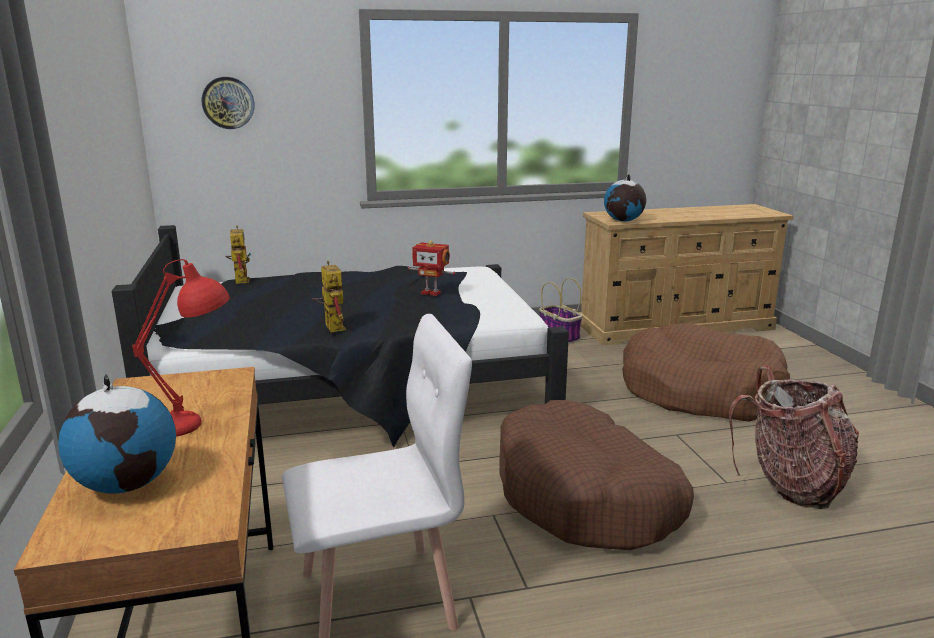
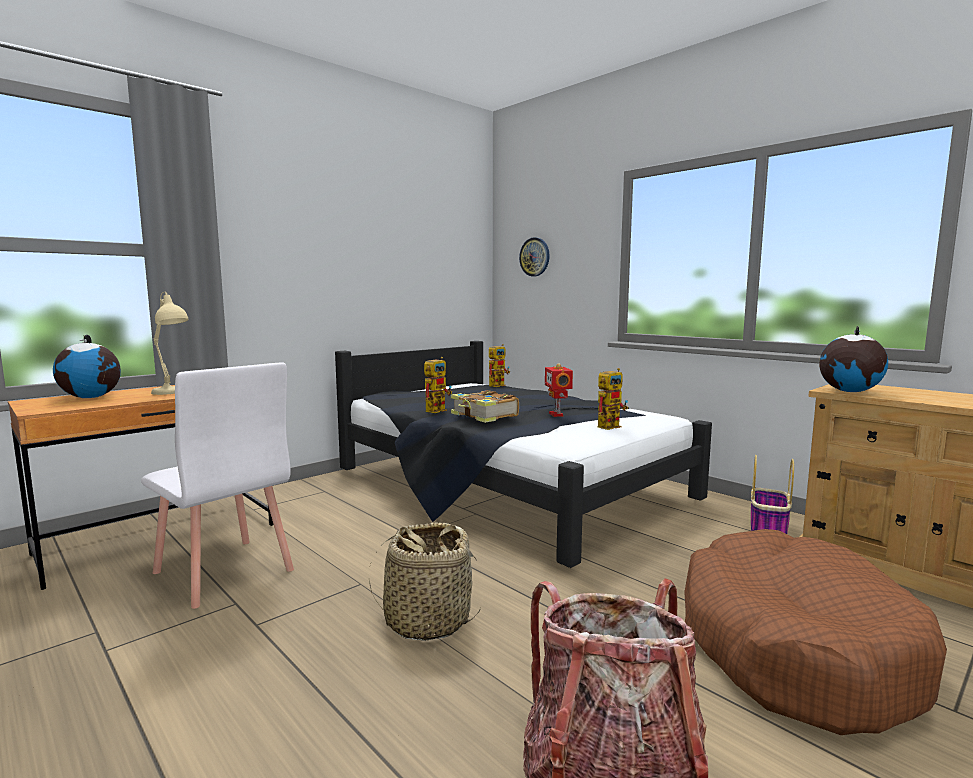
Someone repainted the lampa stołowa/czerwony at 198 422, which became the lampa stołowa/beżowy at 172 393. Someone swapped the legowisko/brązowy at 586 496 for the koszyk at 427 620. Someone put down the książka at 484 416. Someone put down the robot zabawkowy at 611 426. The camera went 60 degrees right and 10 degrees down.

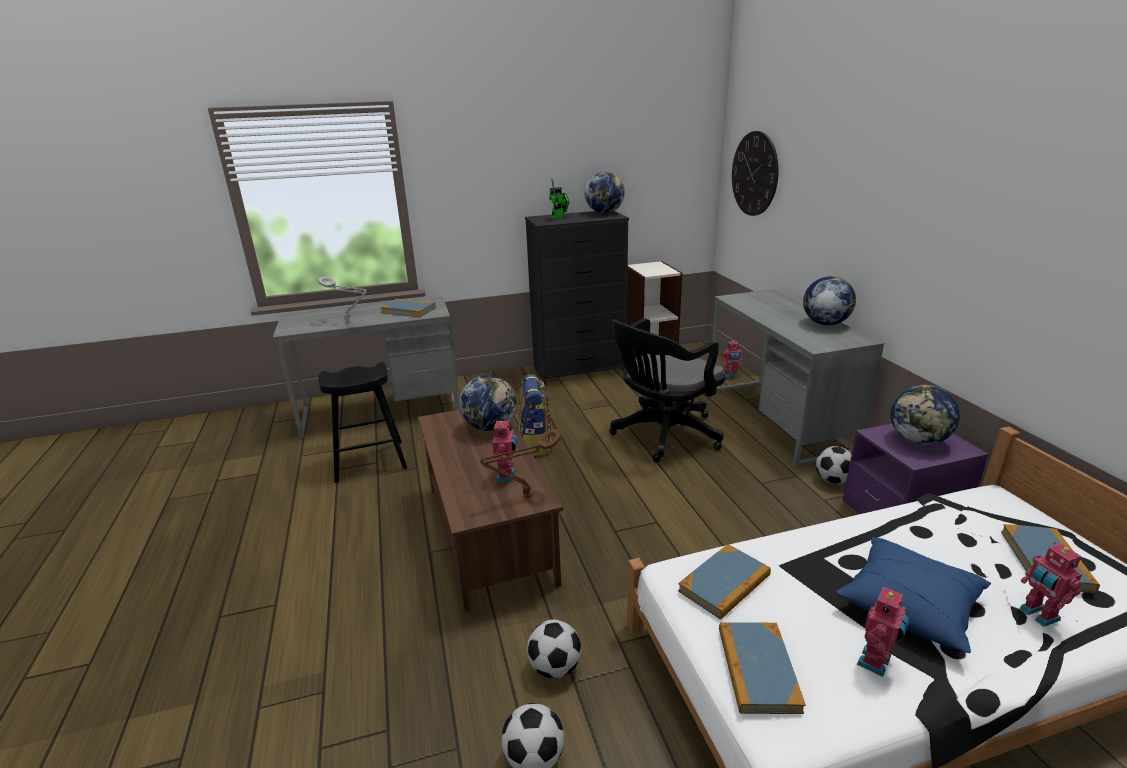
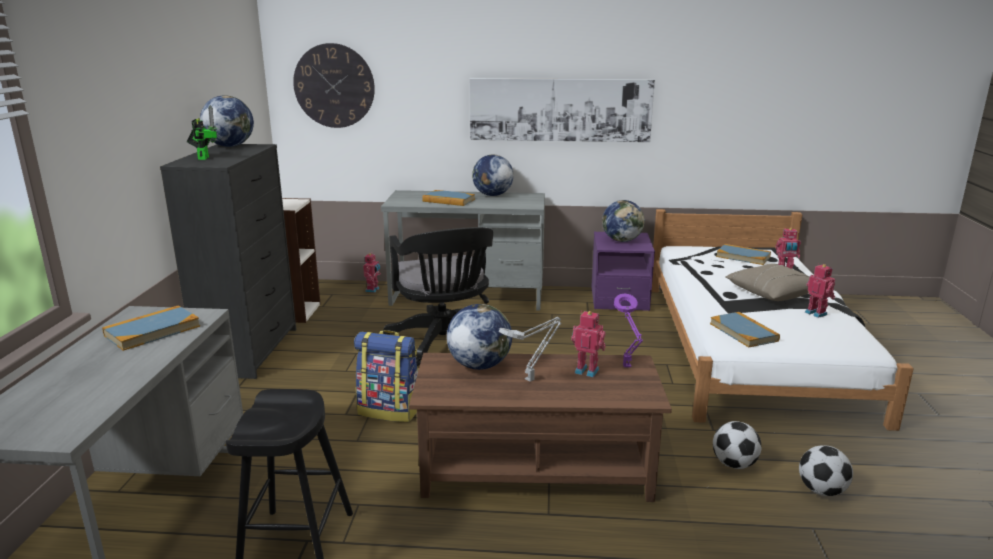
Someone carried the lampa stołowa/szary from 350 322 to 531 379. Someone repainted the lampa stołowa/brązowy at 524 496, which became the lampa stołowa/fioletowy at 627 368. Someone carried the książka from 757 669 to 448 200. Someone took away the piłka futbolowa at 833 480. Someone repainted the poduszka/niebieski at 910 604, which became the poduszka/beżowy at 771 293. Someone put up the obraz at 560 110. The camera went 70 degrees left and 5 degrees down.

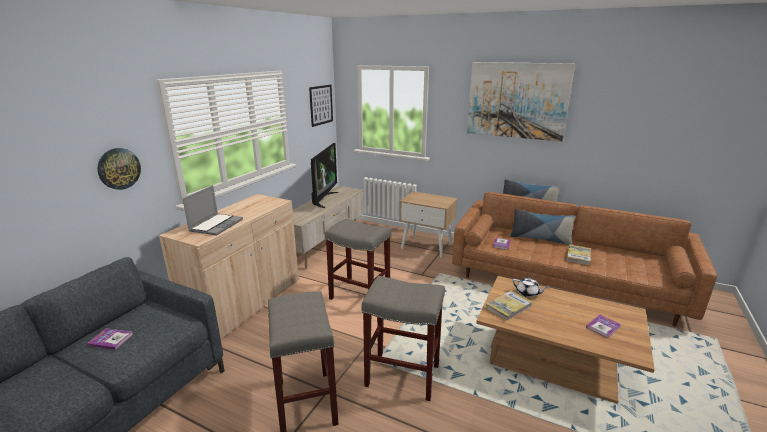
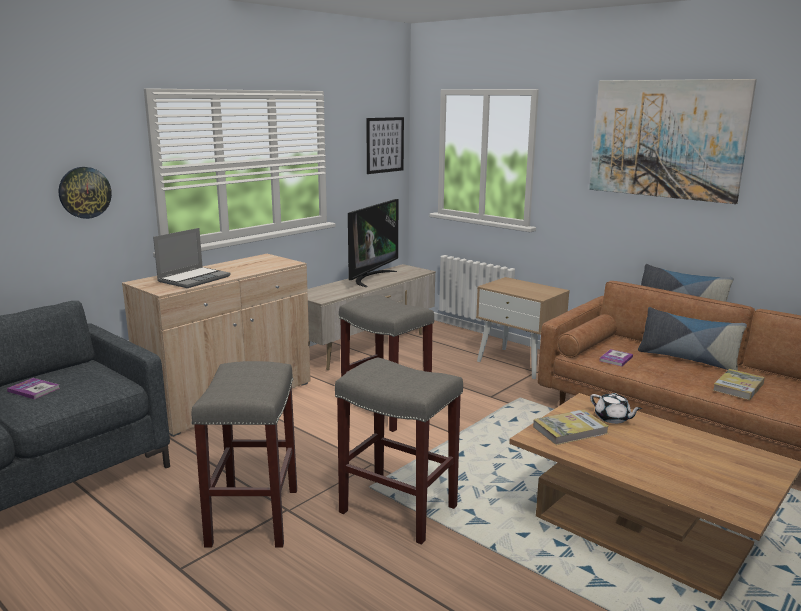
Someone took away the książka at 603 327. The camera went 15 degrees right and 5 degrees down.

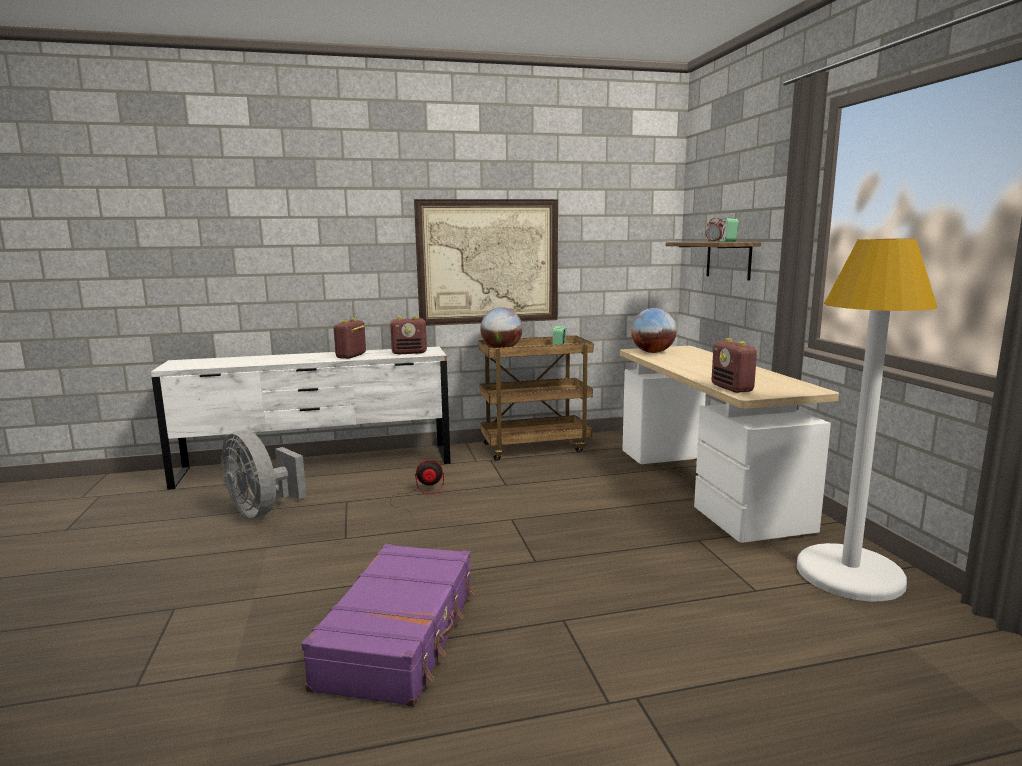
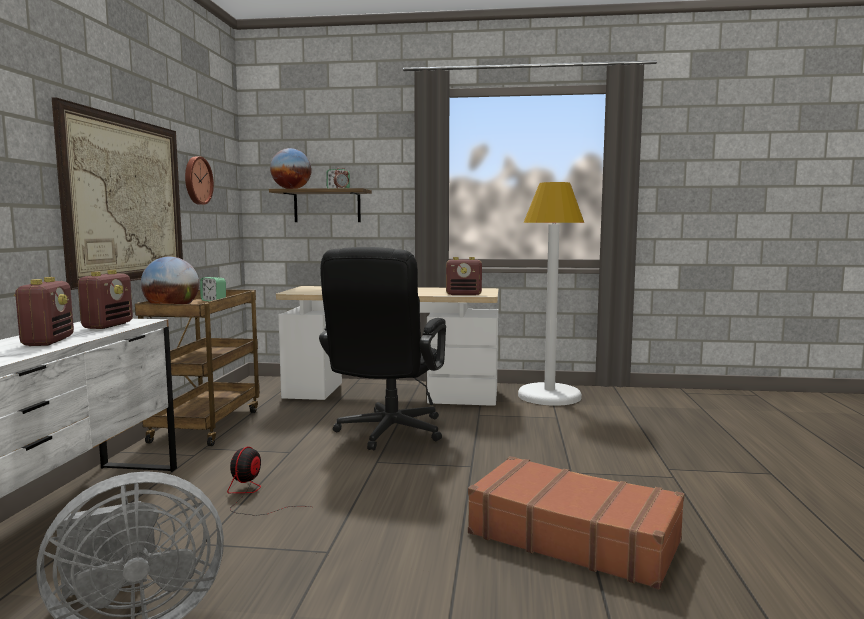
Someone repainted the walizka/fioletowy at 401 636, which became the walizka/brązowy at 573 536. Someone rotated the radio at 351 356 by 135 degrees counterclockwise. Someone carried the globus from 652 352 to 291 189. Someone put up the zegar ścienny at 197 180. Someone put down the krzesło biurowe/czarny at 386 434. The camera went 70 degrees left and 5 degrees down.

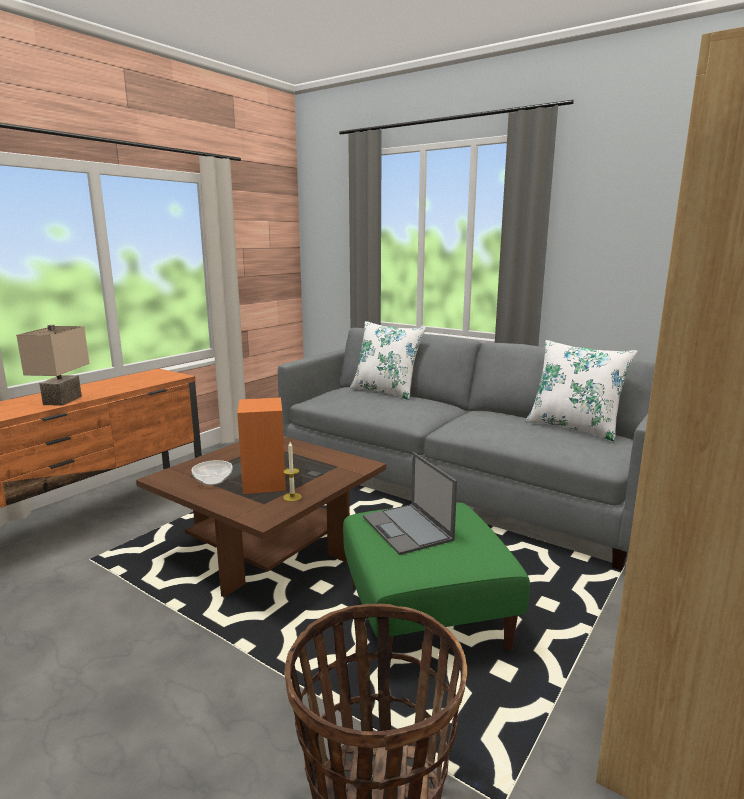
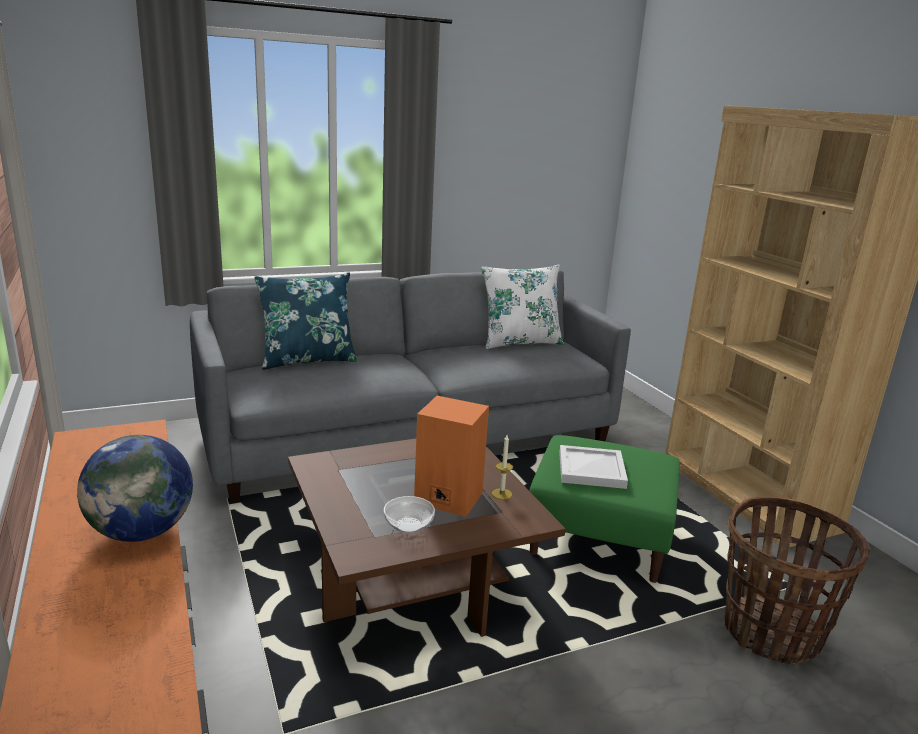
Someone swapped the lampa stołowa/beżowy at 64 400 for the globus at 142 532. Someone repainted the poduszka/biały at 386 391, which became the poduszka/niebieski at 308 360. Someone swapped the laptop at 408 529 for the taca/biały at 592 469. The camera went 60 degrees left and 5 degrees up.

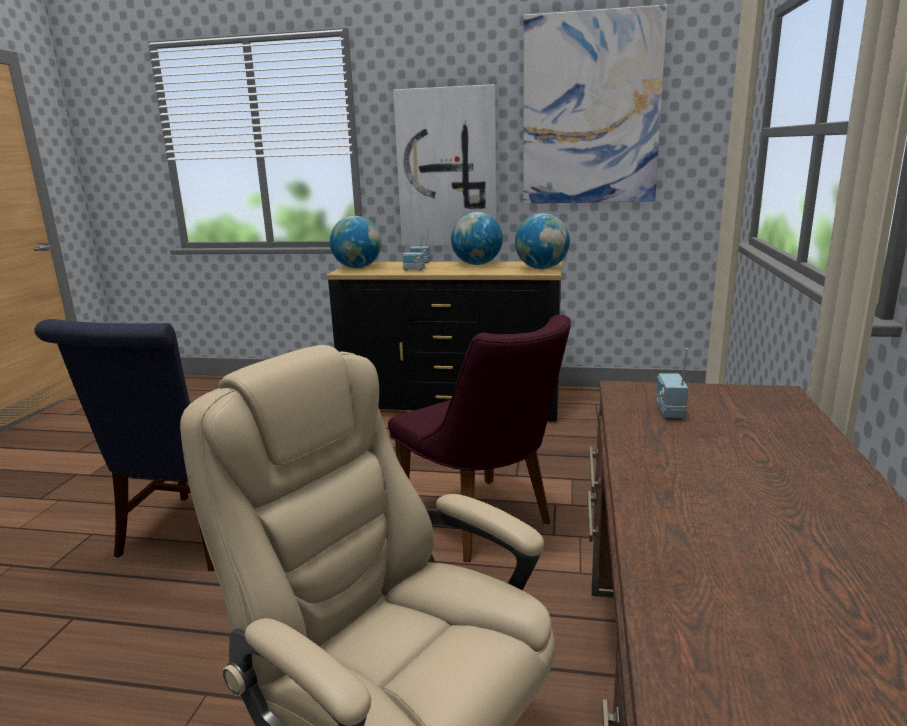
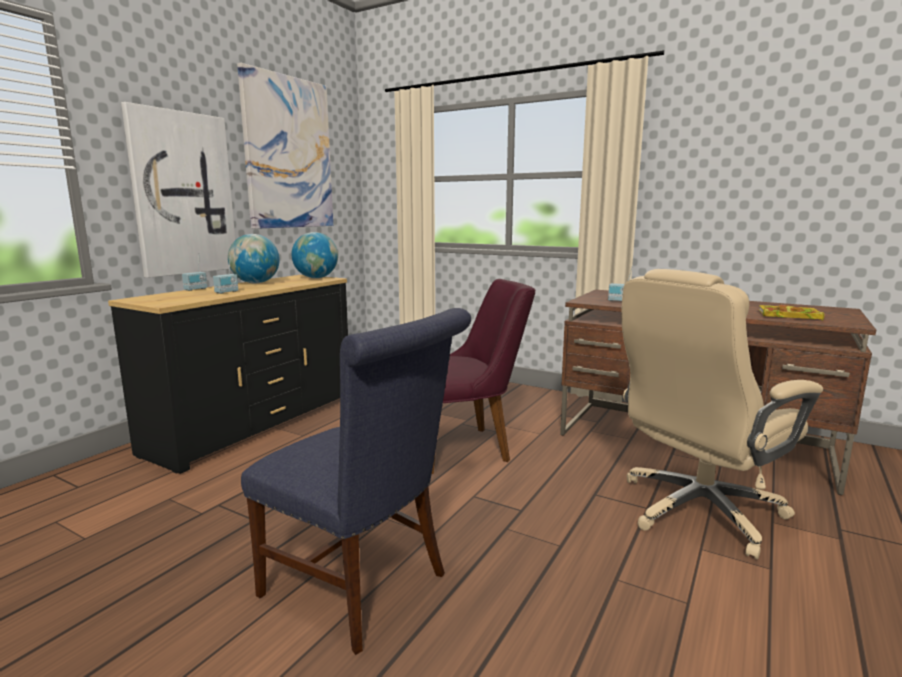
Someone took away the globus at 357 267. Someone put down the książka at 787 316. The camera went 70 degrees left and 5 degrees down.

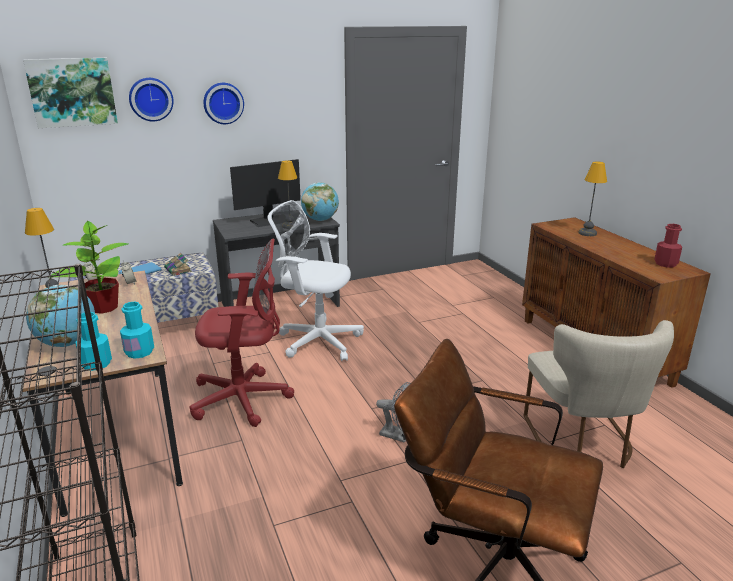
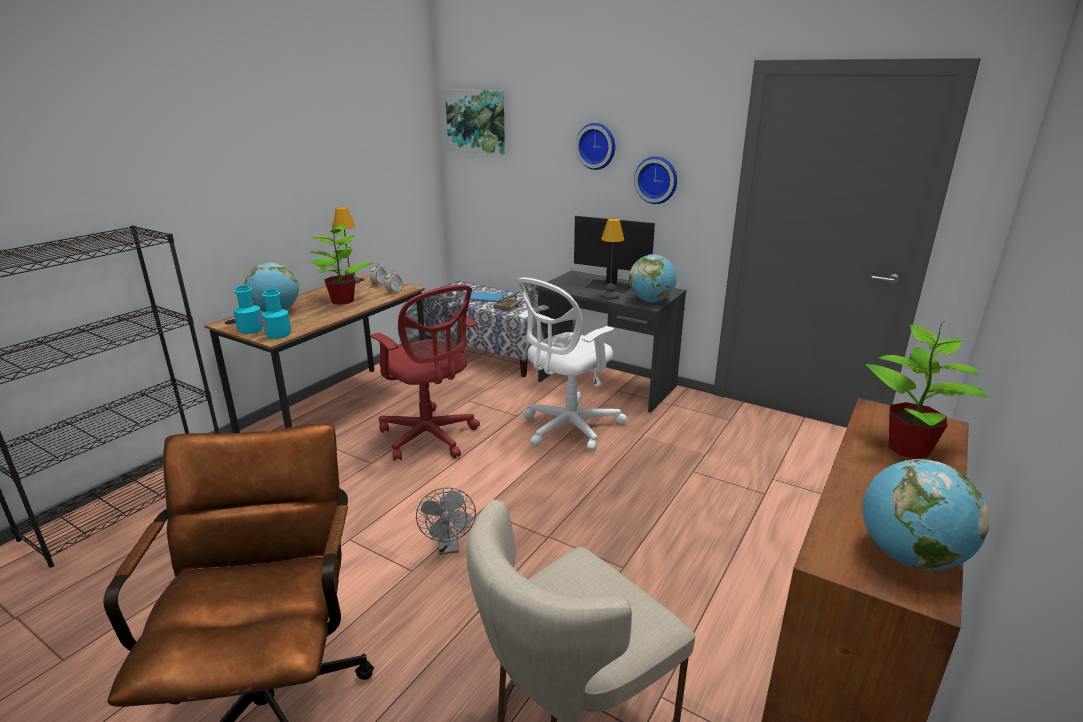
Someone carried the zegar ścienny from 151 99 to 657 180. Someone rotated the krzesło biurowe/biały at 316 340 by 120 degrees counterclockwise. Someone swapped the lampa stołowa at 587 233 for the roślina doniczkowa at 909 449. Someone swapped the butelka/czerwony at 665 264 for the globus at 909 557. The camera went 55 degrees right and 0 degrees up.

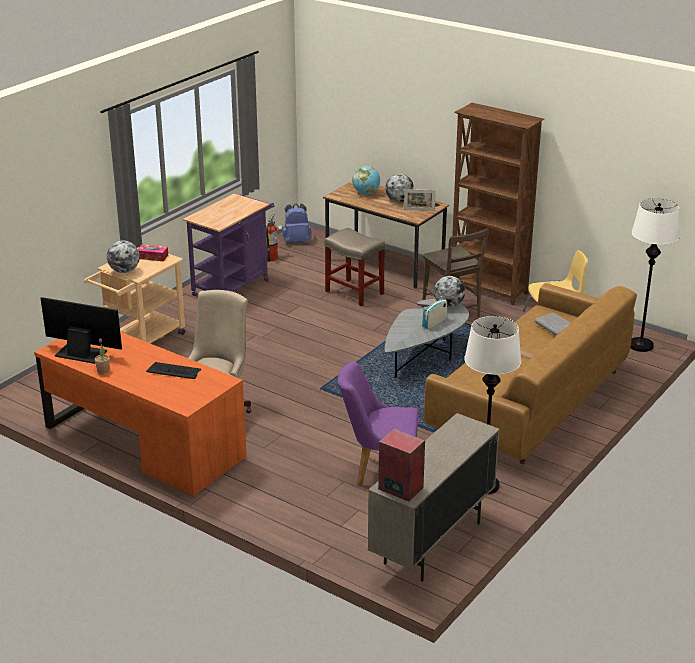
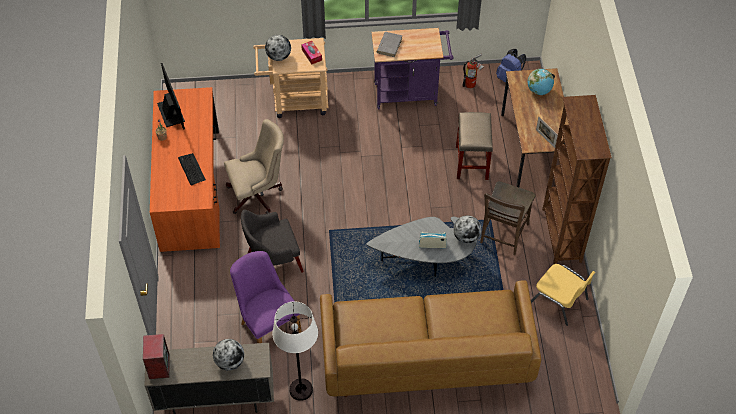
Someone carried the globus from 399 201 to 230 362. Someone carried the książka/szary from 554 326 to 389 45. Someone took away the lampa stojąca/biały at 641 345. Someone put down the fotel/szary at 273 262. The camera went 50 degrees right and 25 degrees up.

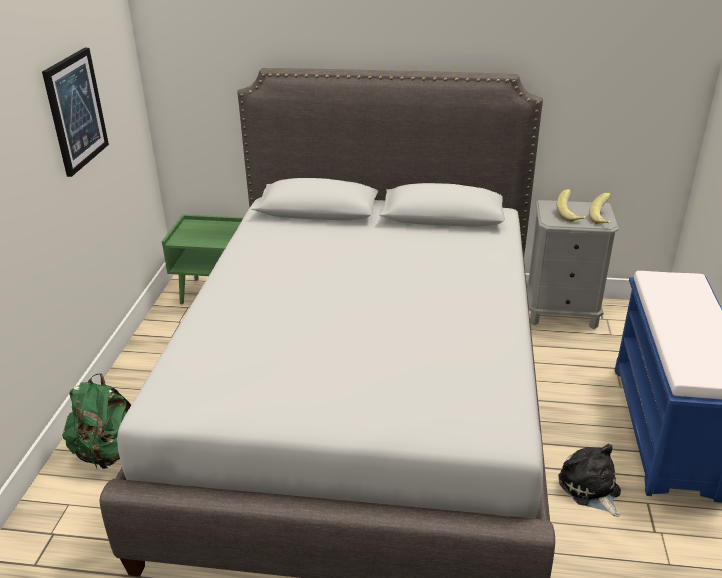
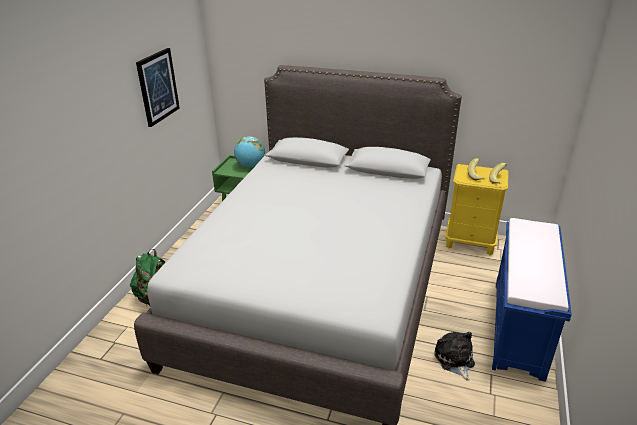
Someone repainted the szafka nocna/szary at 561 312, which became the szafka nocna/żółty at 470 242. Someone put down the globus at 250 166. The camera went 10 degrees right and 0 degrees up.

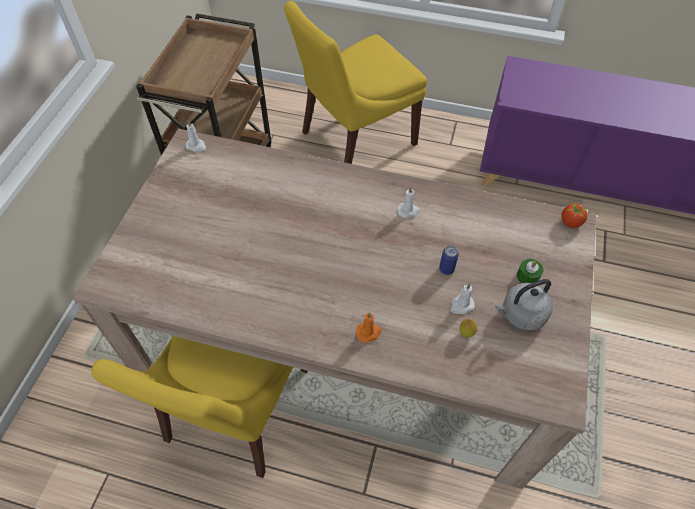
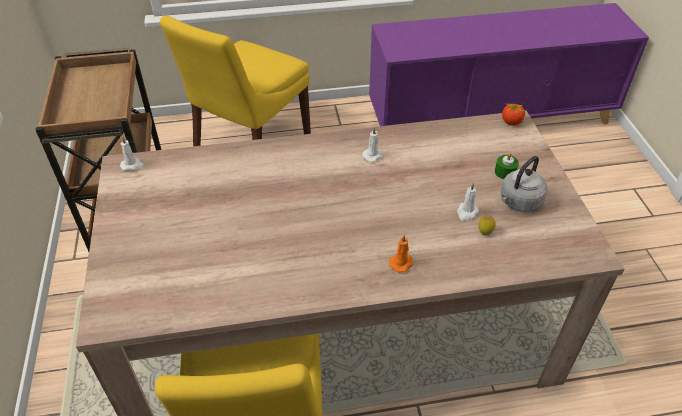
Someone took away the puszka at 446 269. The camera went 25 degrees left and 10 degrees down.

